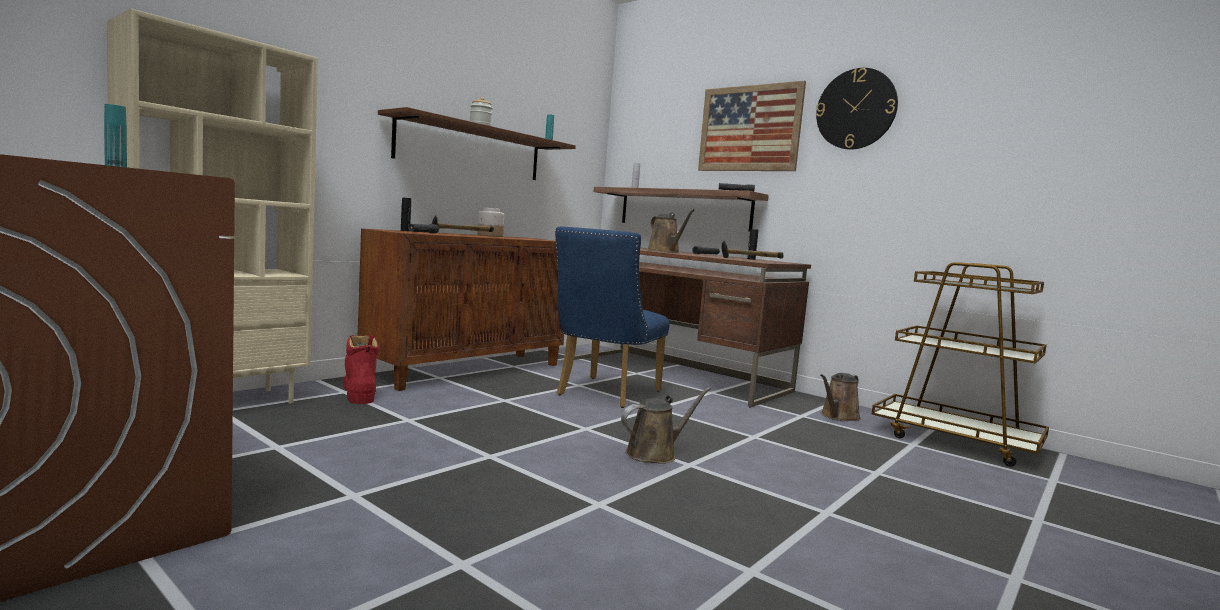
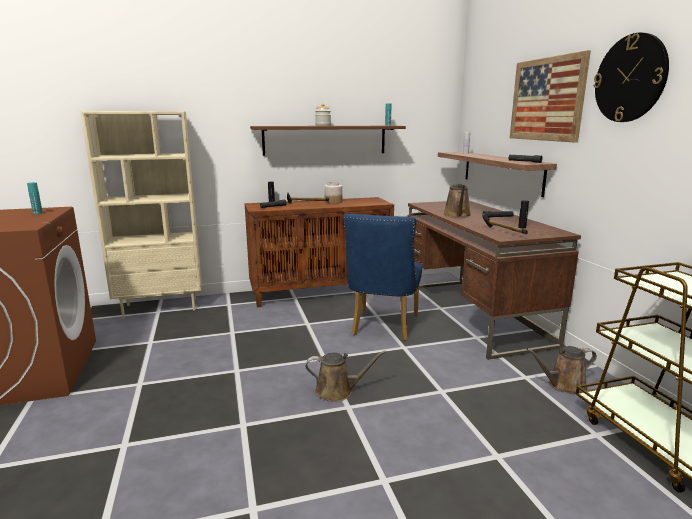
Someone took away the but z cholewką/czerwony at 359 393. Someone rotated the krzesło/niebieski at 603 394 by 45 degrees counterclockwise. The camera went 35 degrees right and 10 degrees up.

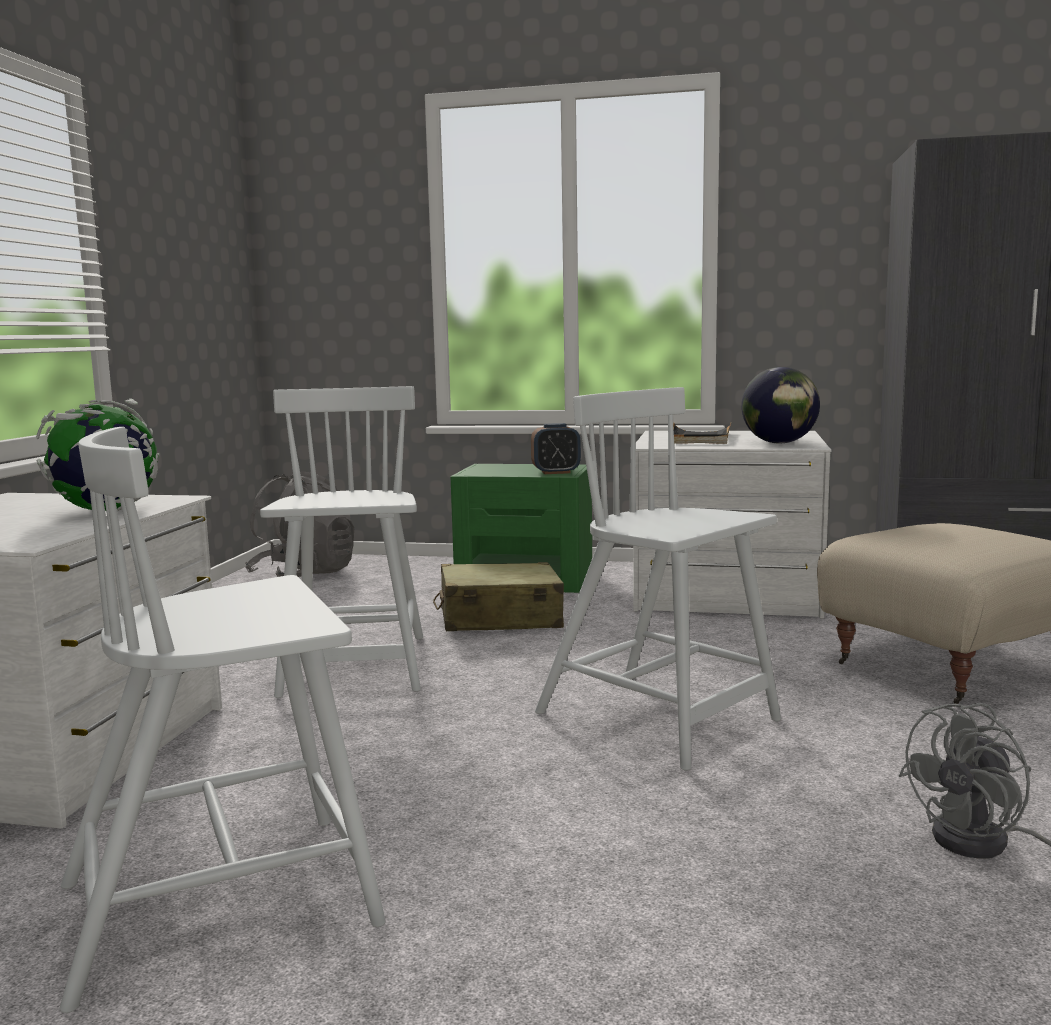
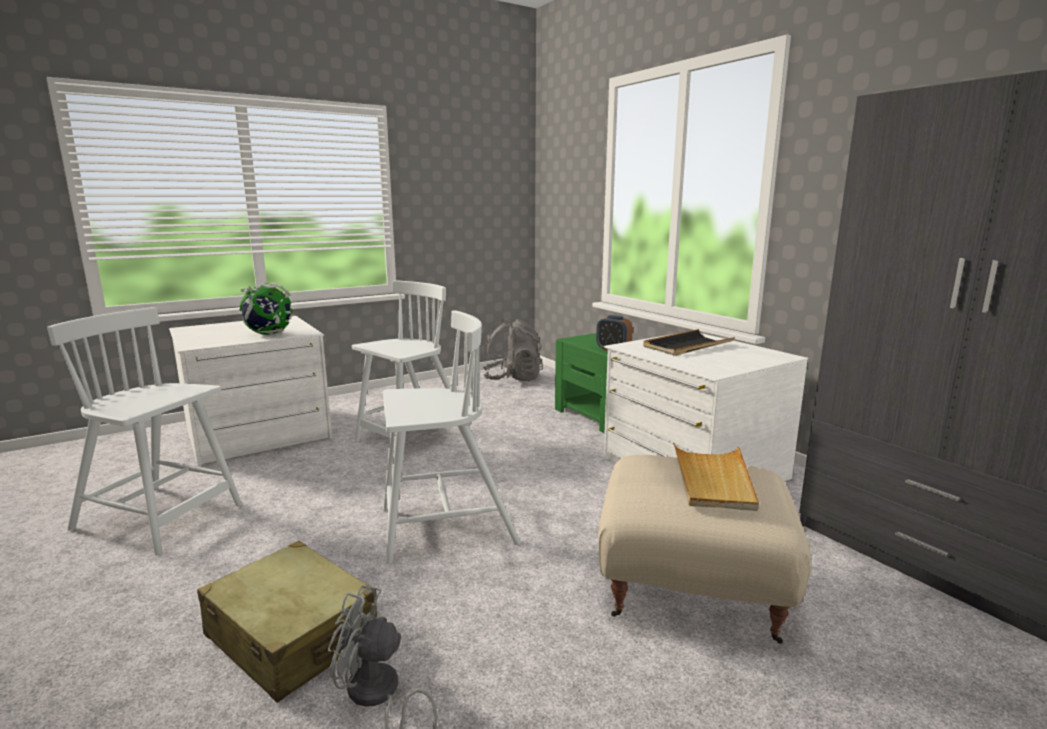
Someone carried the walizka/beżowy from 499 619 to 292 636. Someone rotated the krzesło/biały at 659 718 by 75 degrees clockwise. Someone took away the globus at 779 443. Someone put down the taca/beżowy at 713 480. The camera went 45 degrees right and 5 degrees up.

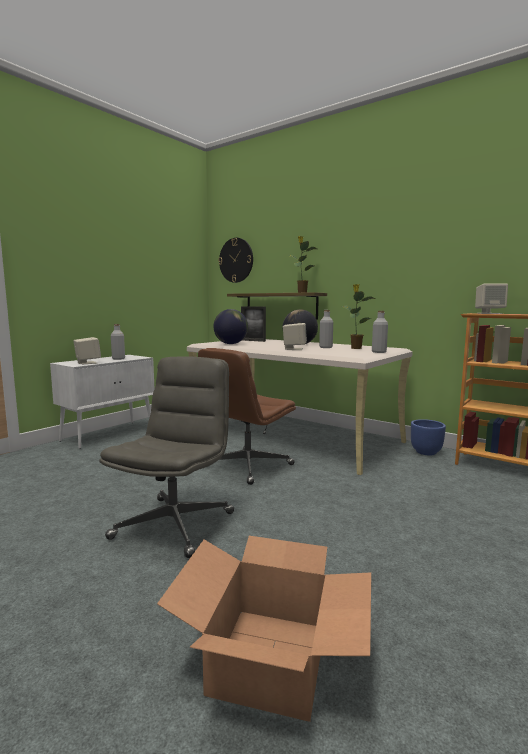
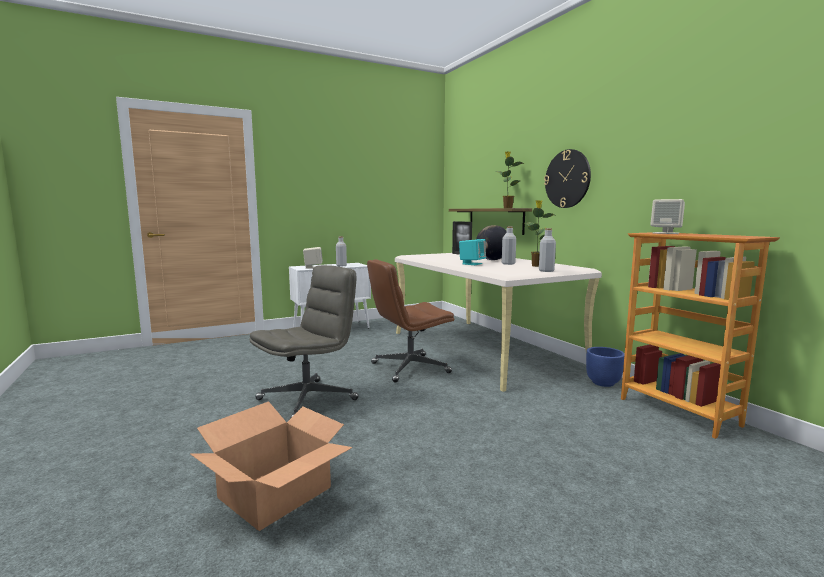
Someone took away the globus at 231 344. Someone carried the zegar ścienny from 236 260 to 567 179. Someone repainted the głośnik/beżowy at 294 349, which became the głośnik/turkusowy at 472 264. The camera went 25 degrees right and 0 degrees up.

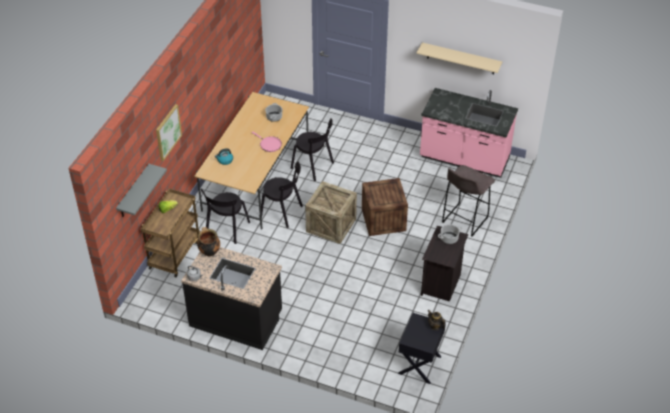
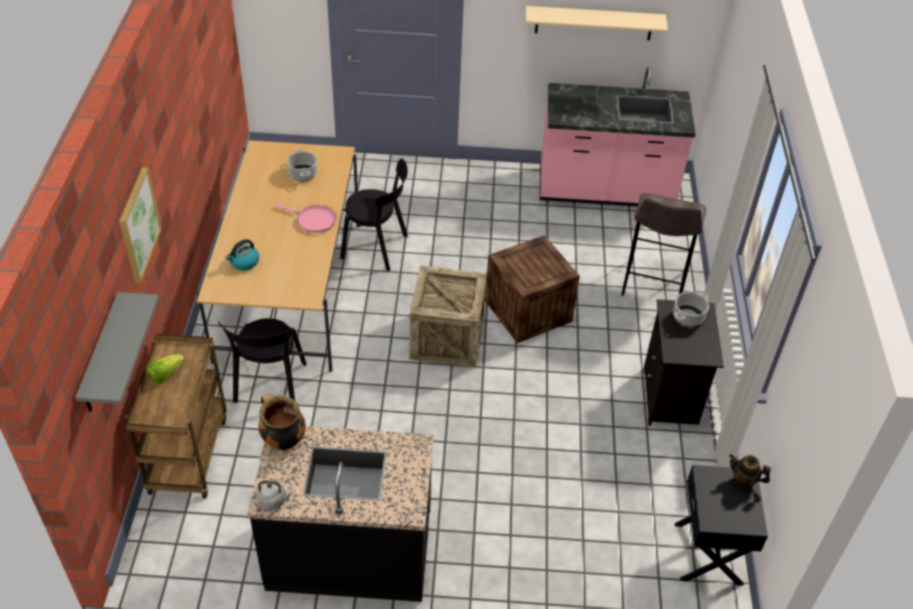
Someone took away the krzesło/czarny at 283 212. The camera went 20 degrees left and 0 degrees up.

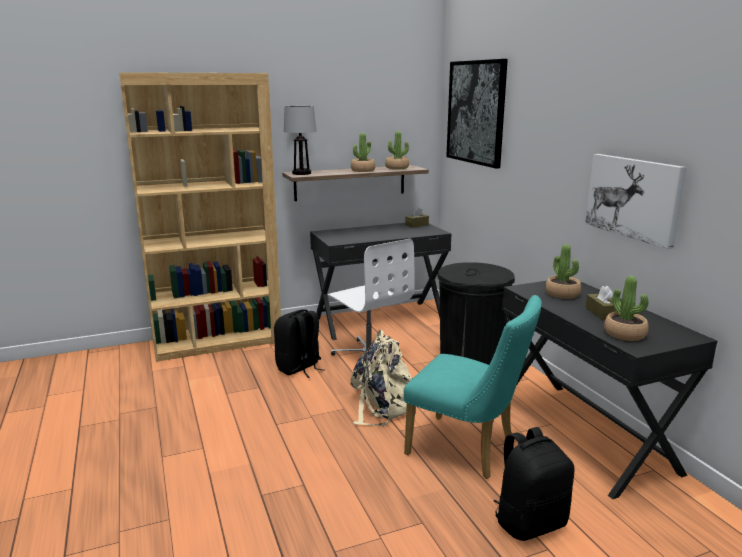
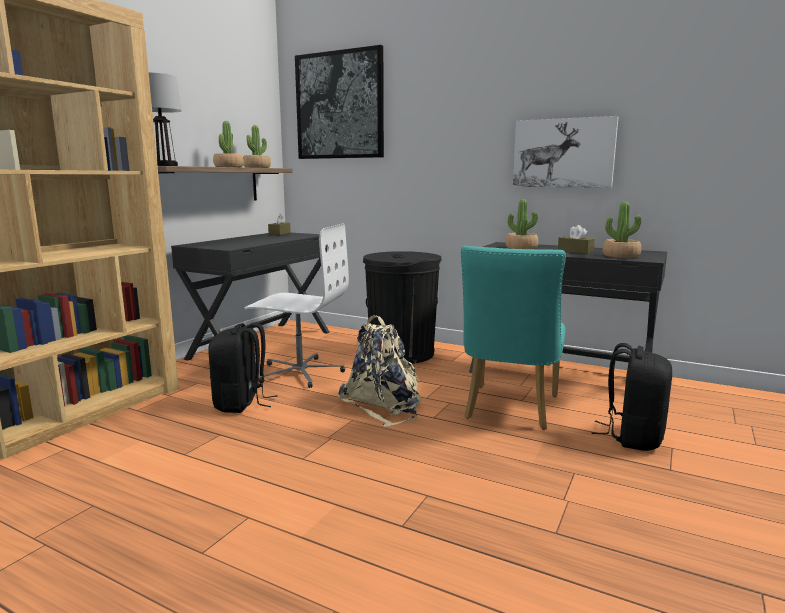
Someone rotated the krzesło/turkusowy at 468 450 by 120 degrees clockwise. The camera went 40 degrees left and 5 degrees down.

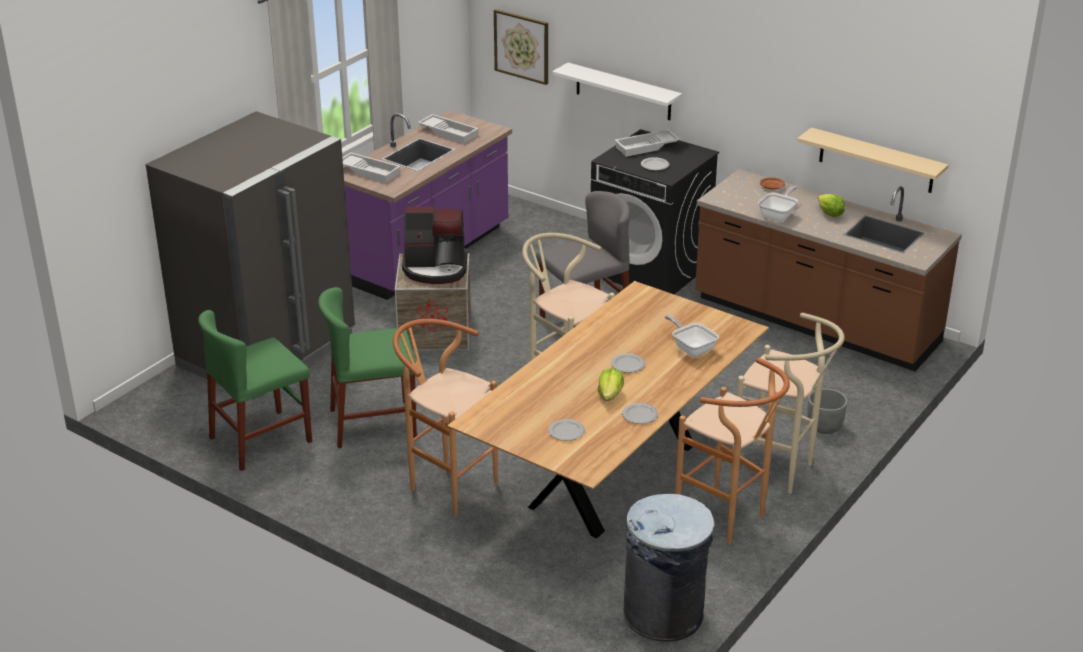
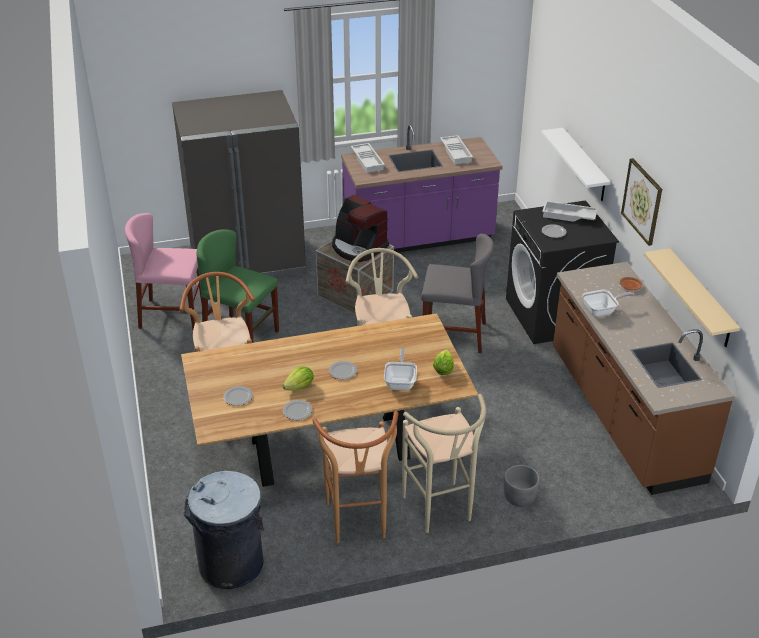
Someone repainted the krzesło/zielony at 261 439, which became the krzesło/różowy at 172 314. Someone carried the obraz from 522 46 to 642 201. Someone carried the sałata from 830 214 to 443 370. The camera went 40 degrees right and 5 degrees up.

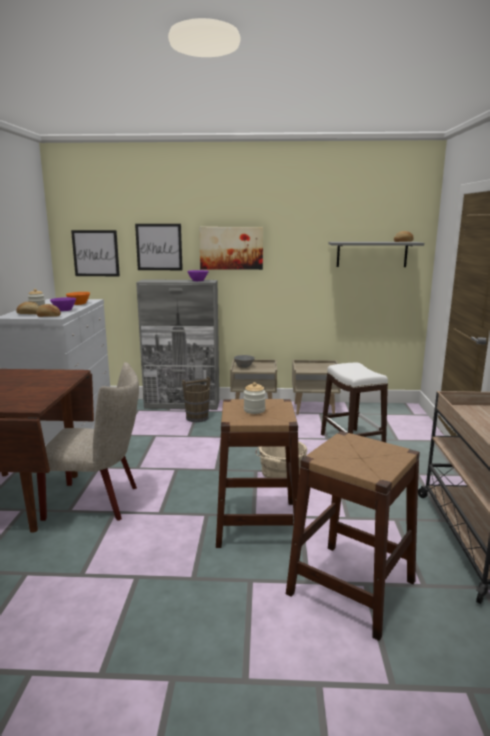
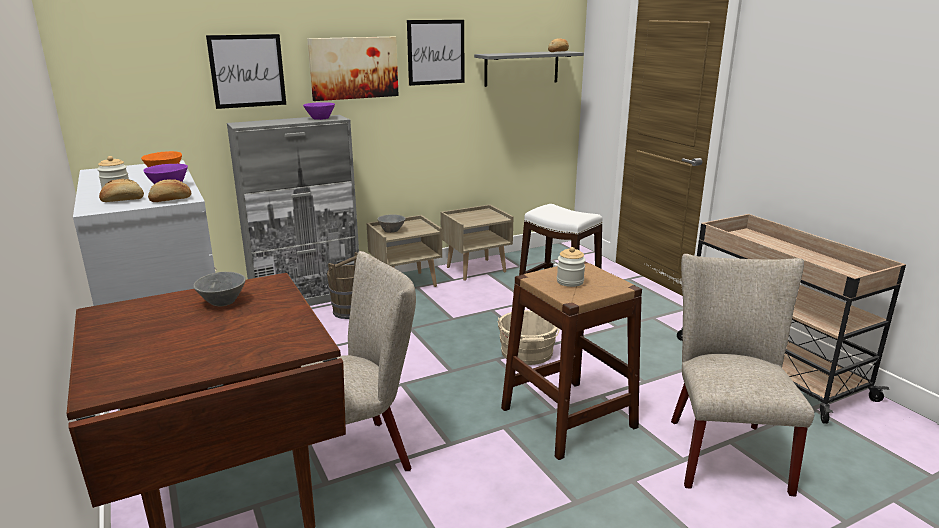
Someone carried the obraz from 95 253 to 436 52. Someone swapped the stołek/brązowy at 351 587 for the krzesło/beżowy at 723 449. Someone put down the miska/szary at 221 302. The camera went 30 degrees left and 5 degrees up.

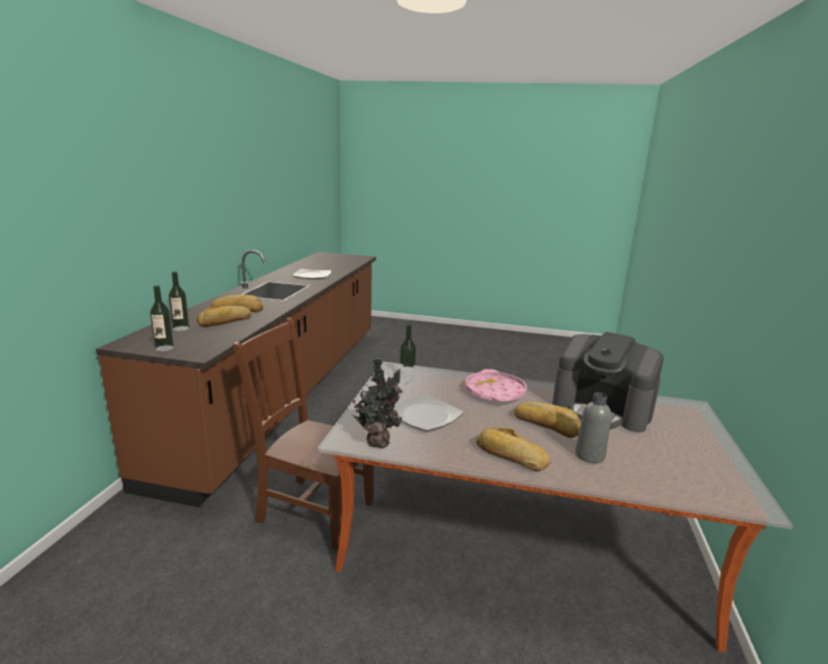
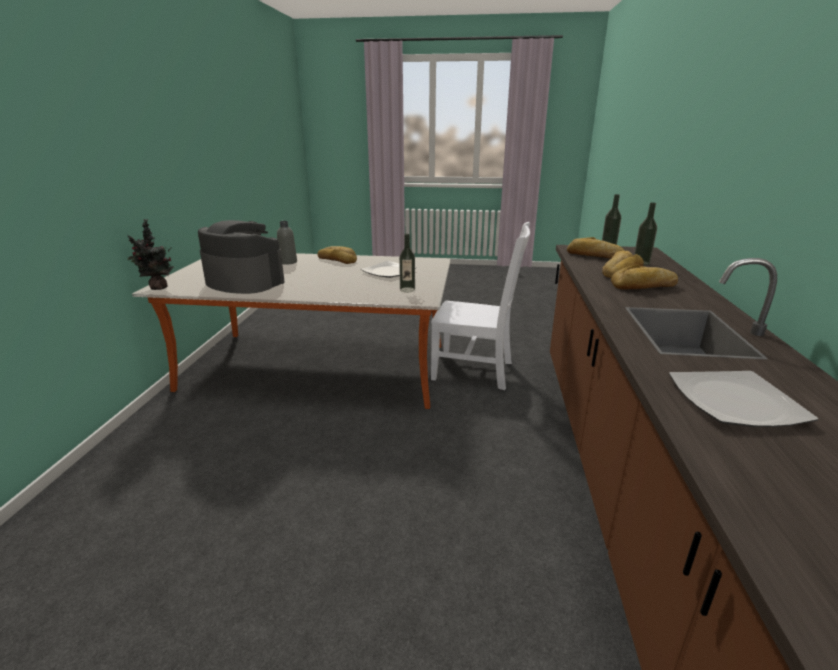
Someone repainted the krzesło/brązowy at 312 510, which became the krzesło/biały at 475 371. Someone carried the roślina doniczkowa from 378 441 to 158 288. Someone took away the taca/różowy at 494 392. Someone carried the chleb from 547 424 to 593 255. The camera went 175 degrees right and 5 degrees up.

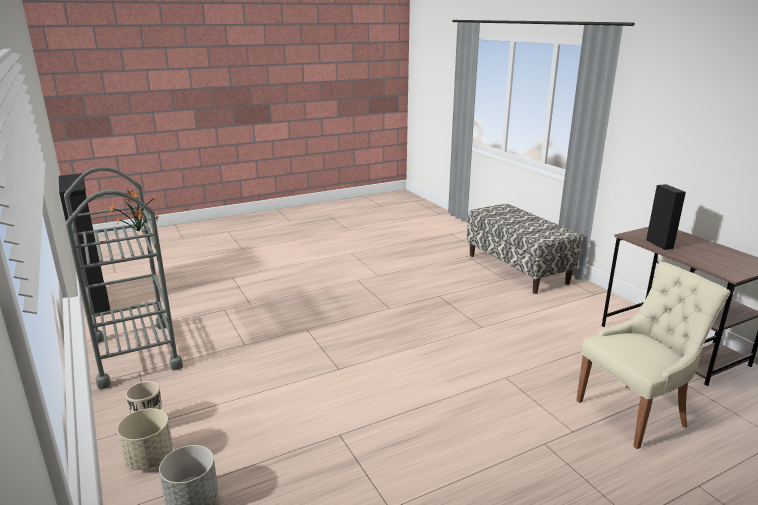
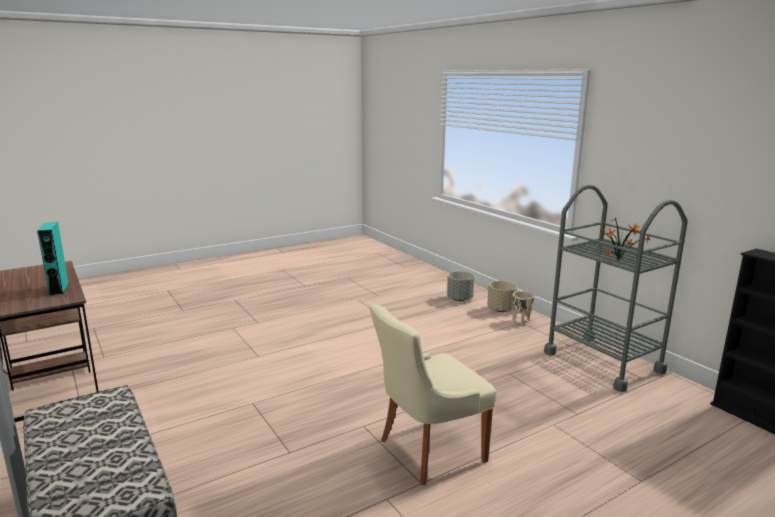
Someone carried the krzesło/beżowy from 634 413 to 428 451. Someone repainted the głośnik/czarny at 659 244, which became the głośnik/turkusowy at 59 289. The camera went 175 degrees right and 5 degrees down.

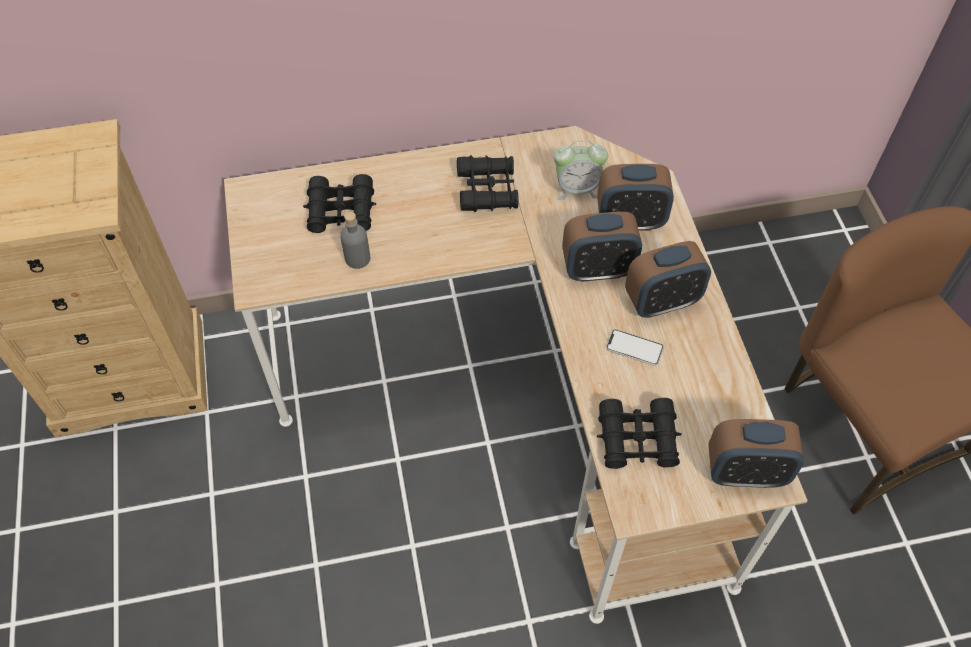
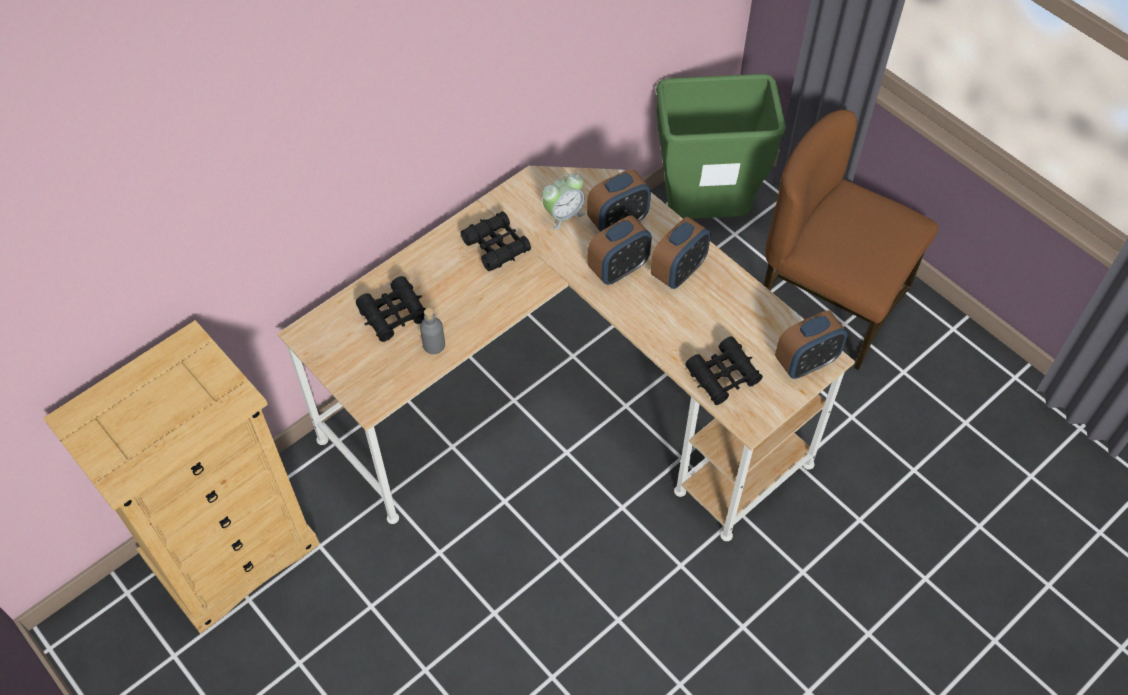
Someone took away the telefon at 634 348. Someone put down the kosz na śmieci/zielony at 706 214. The camera went 30 degrees left and 0 degrees up.

